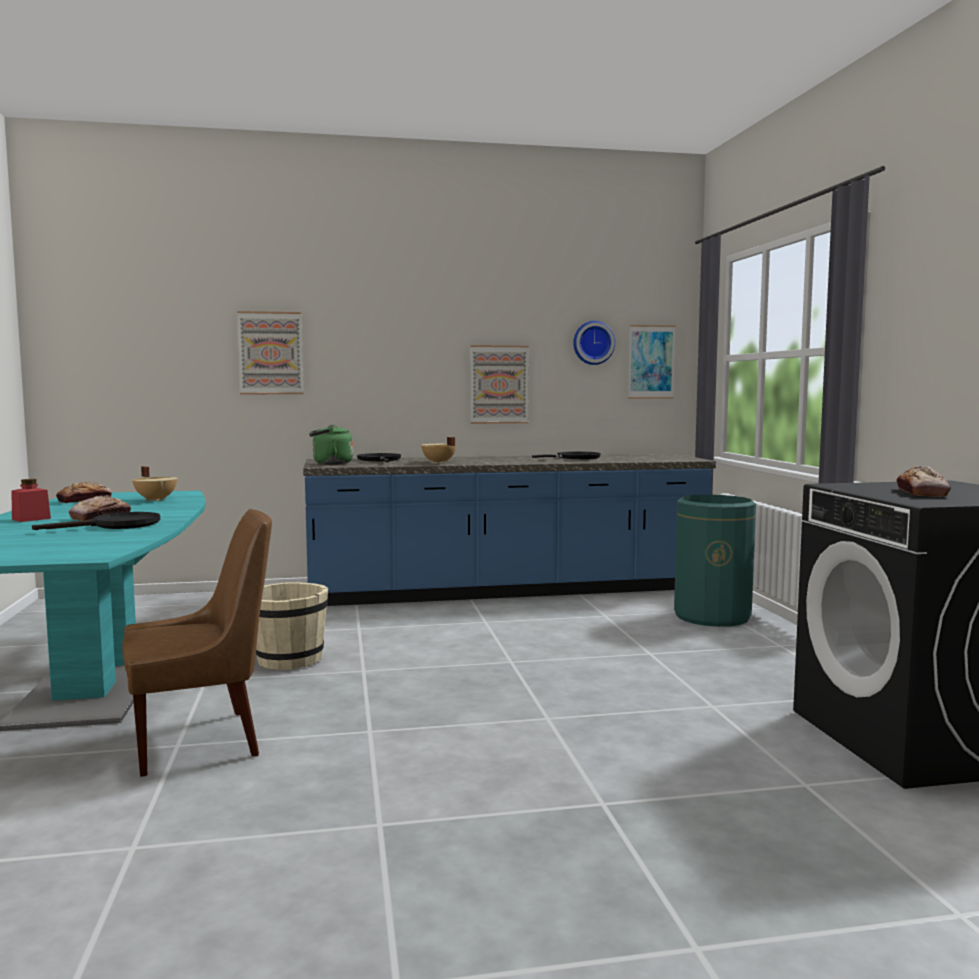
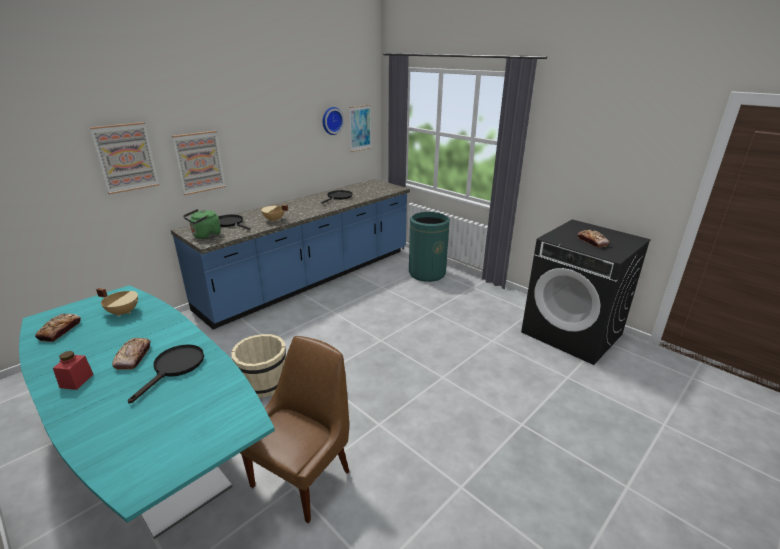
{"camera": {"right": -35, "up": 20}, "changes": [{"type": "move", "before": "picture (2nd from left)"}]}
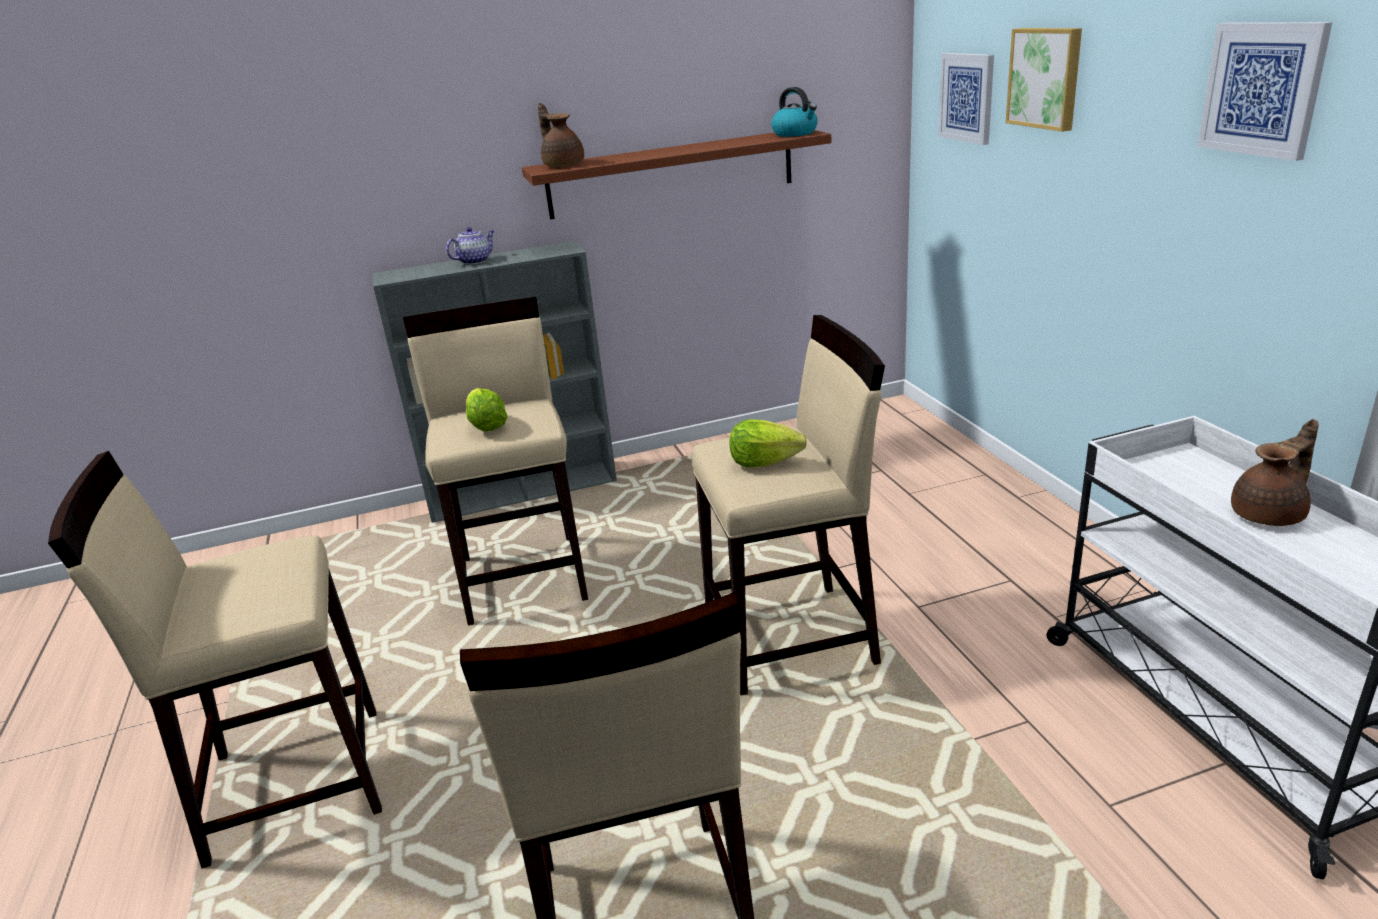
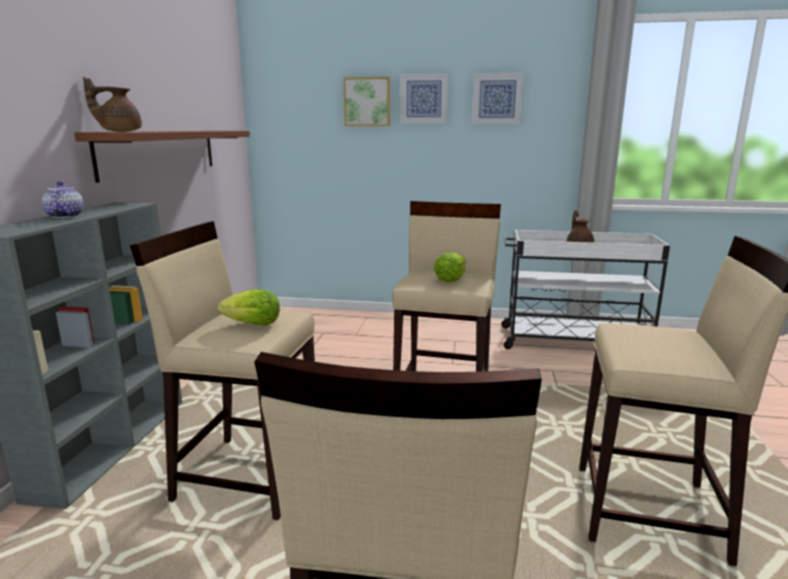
{"camera": {"right": -65, "up": -10}, "changes": [{"type": "move", "before": "picture (1st from left in the first image)", "after": "picture (2nd from left)"}, {"type": "delete", "before": "kettle"}]}
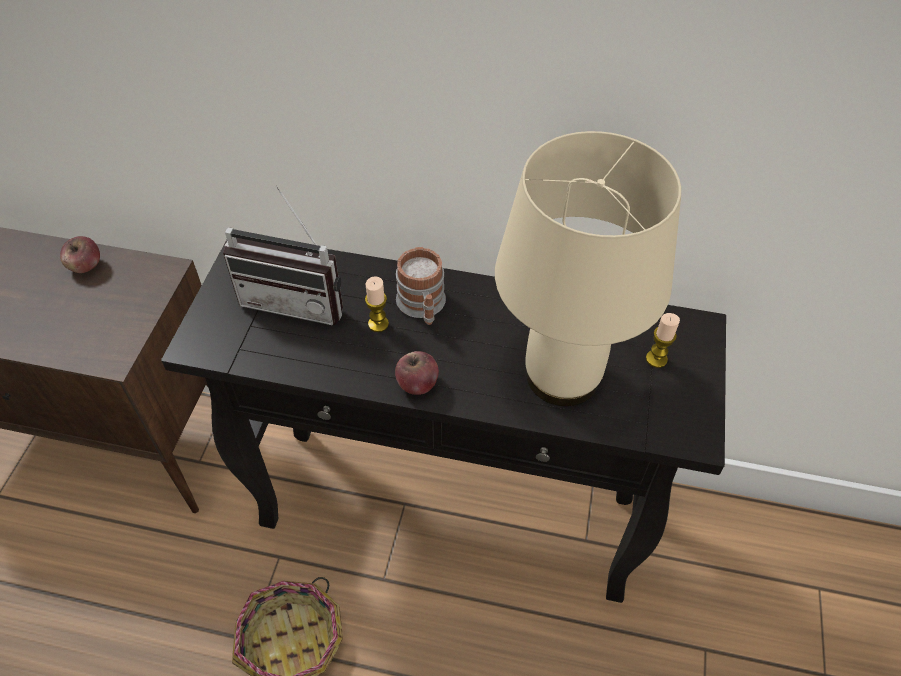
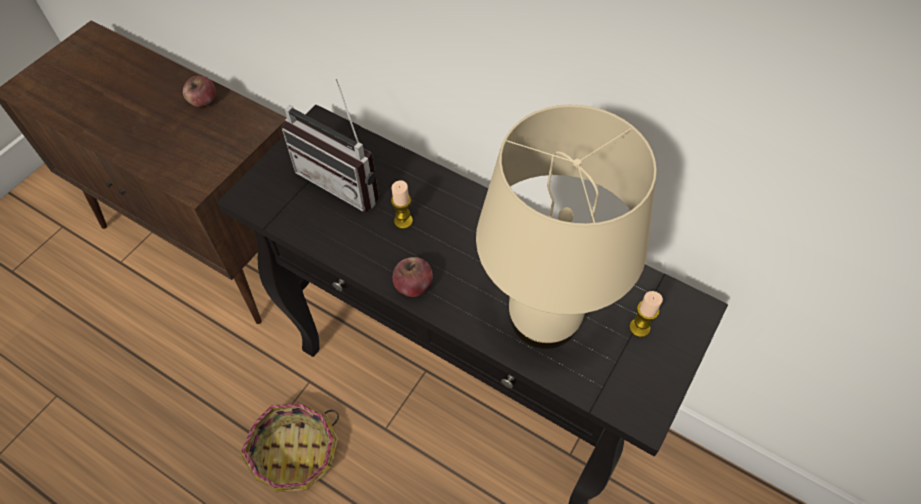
{"camera": {"right": 20, "up": 5}, "changes": [{"type": "delete", "before": "mug"}]}
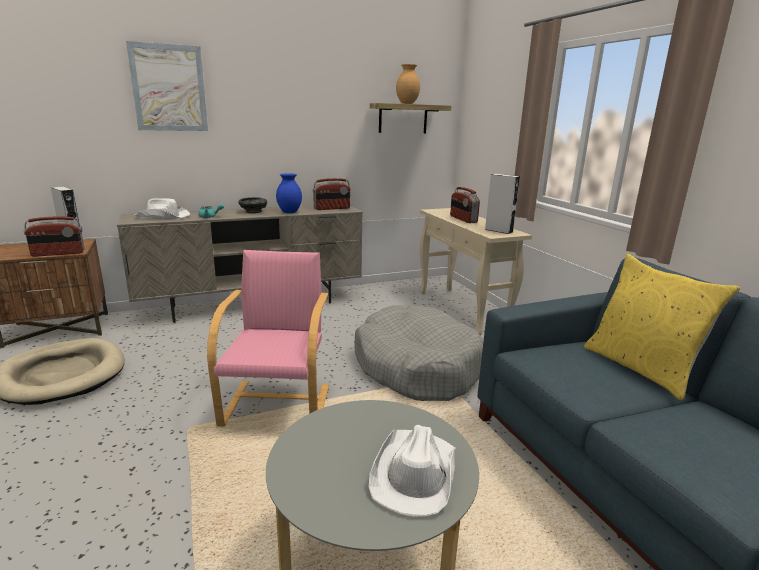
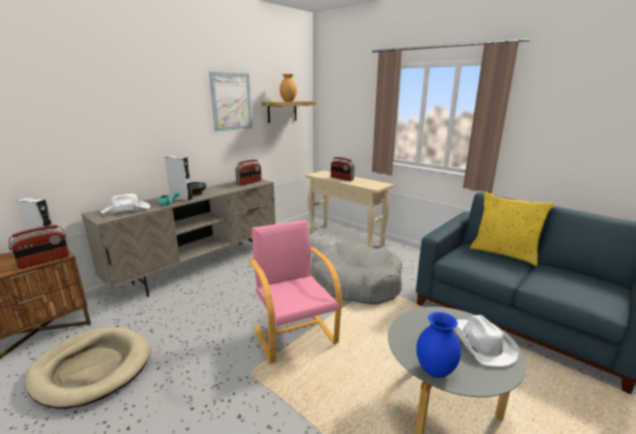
{"camera": {"right": -25, "up": 0}, "changes": [{"type": "move", "before": "grey speaker (2nd from left)"}, {"type": "move", "before": "picture"}, {"type": "move", "before": "blue vase"}]}
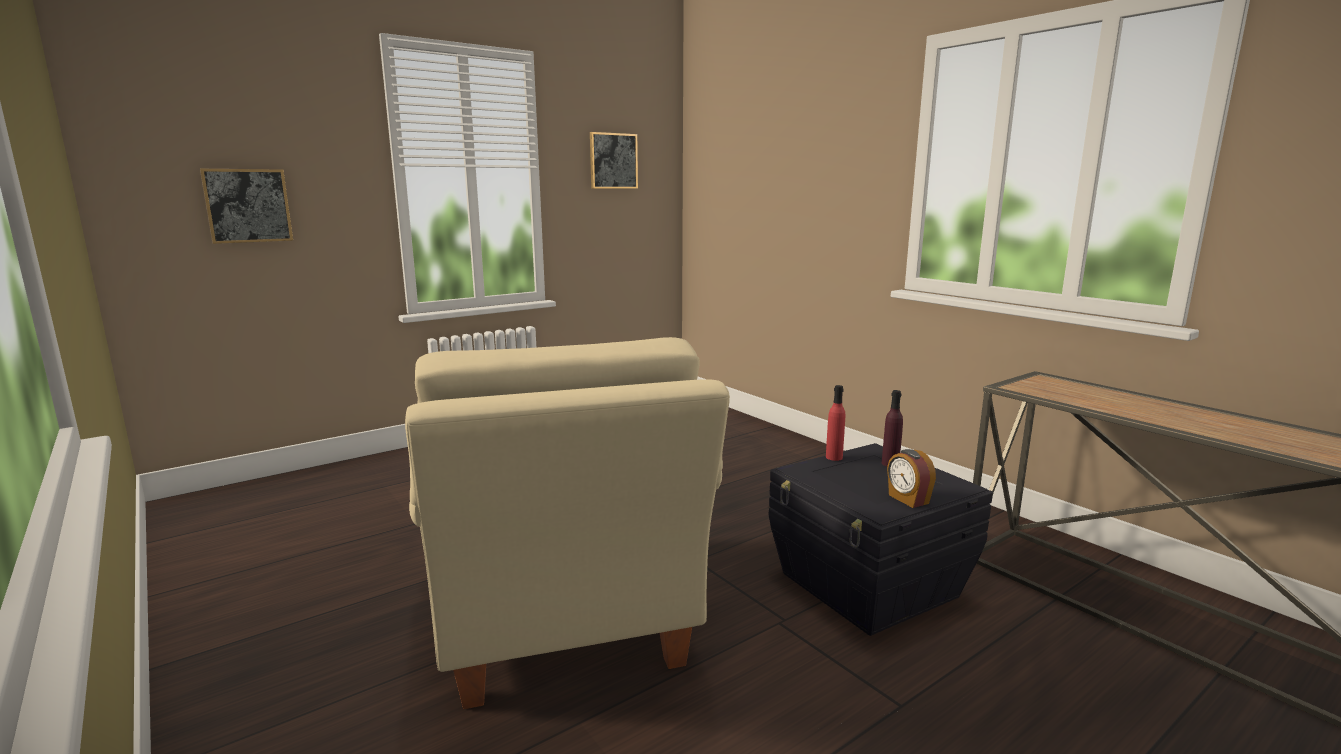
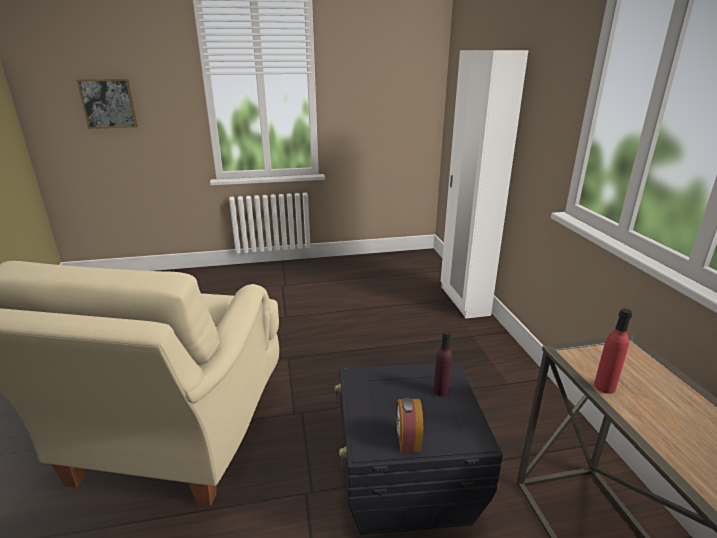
{"camera": {"right": 25, "up": 10}, "changes": [{"type": "insert", "after": "white wardrobe"}, {"type": "move", "before": "red bottle"}, {"type": "delete", "before": "picture (2nd from left)"}]}
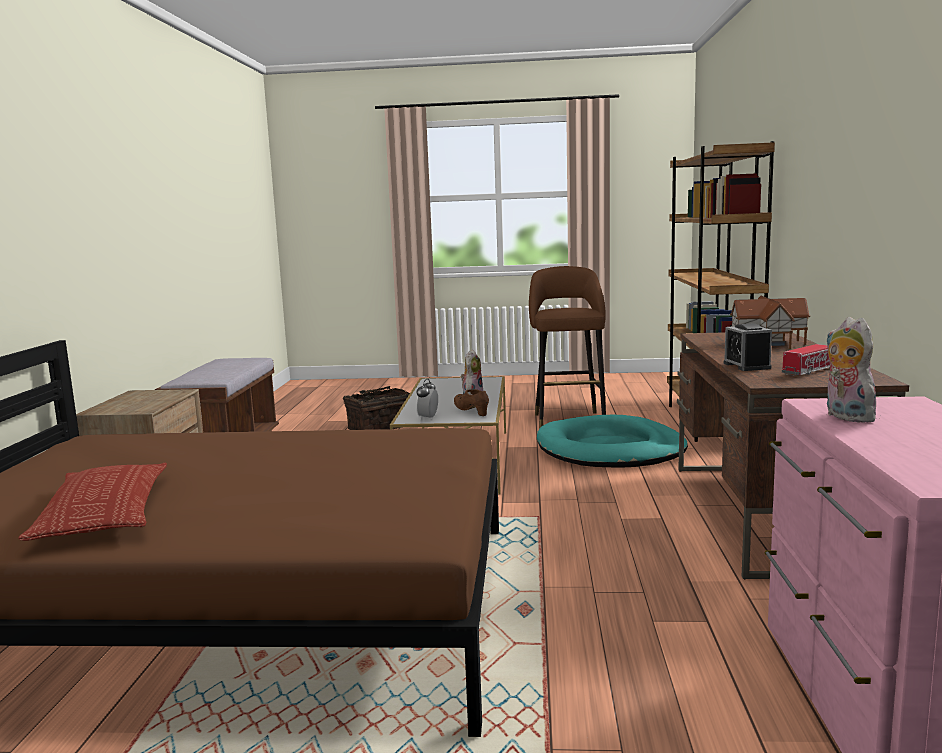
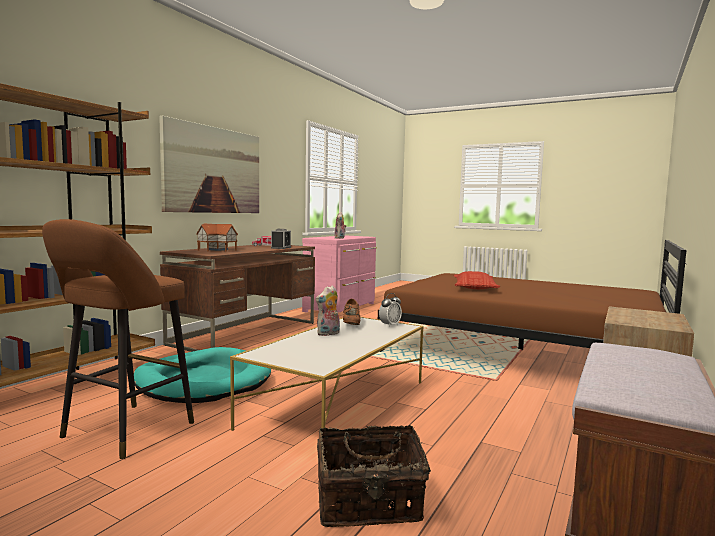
{"camera": {"right": -155, "up": -5}, "changes": [{"type": "insert", "after": "picture"}, {"type": "move", "before": "pillow"}]}
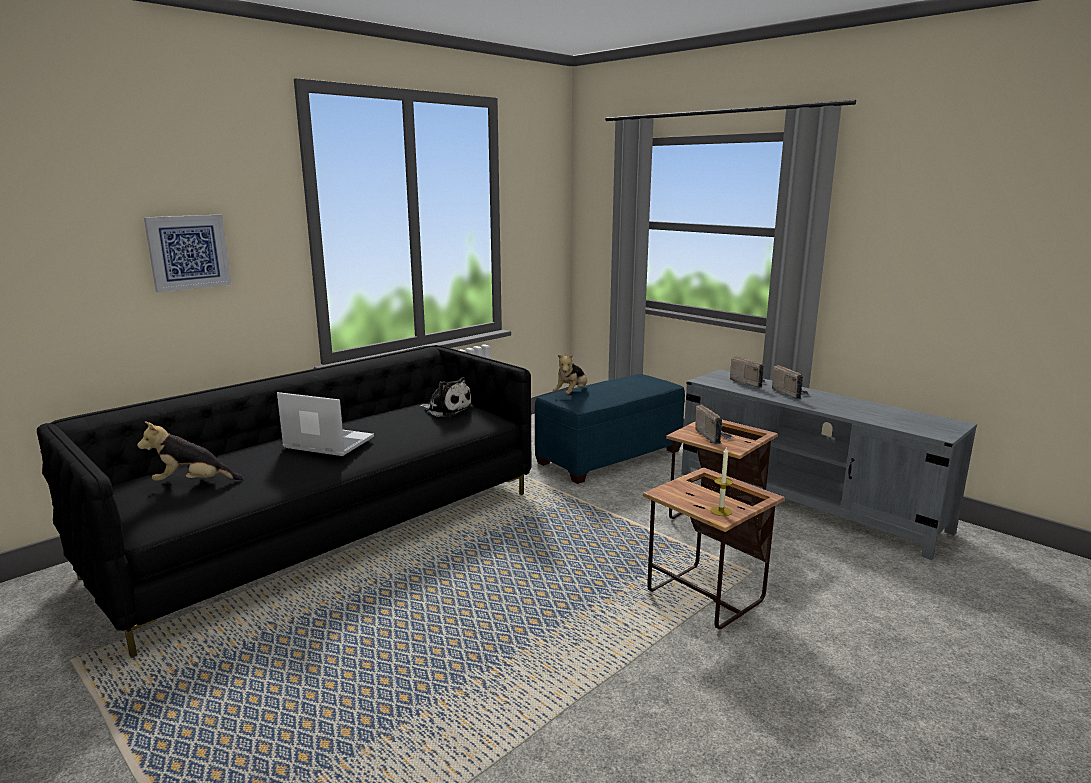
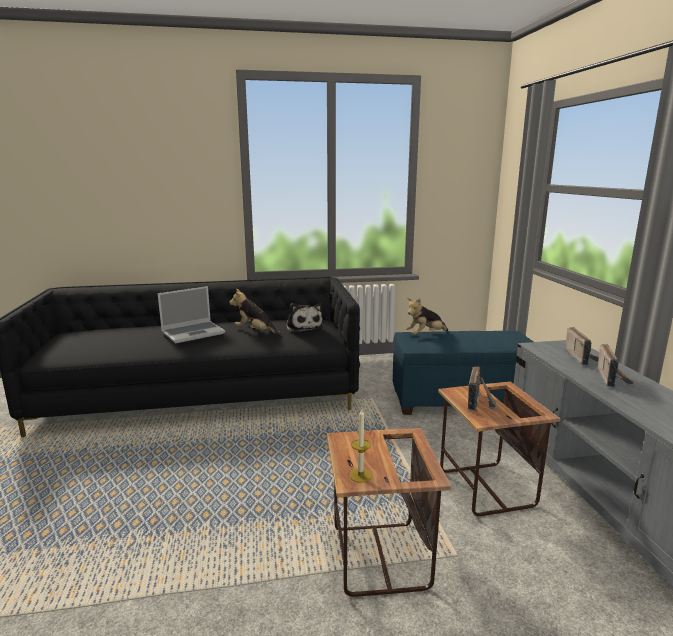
{"camera": {"right": 35, "up": 0}, "changes": [{"type": "rotate", "before": "laptop", "turn": 90}, {"type": "move", "before": "plush toy (1st from left)"}, {"type": "delete", "before": "picture"}]}
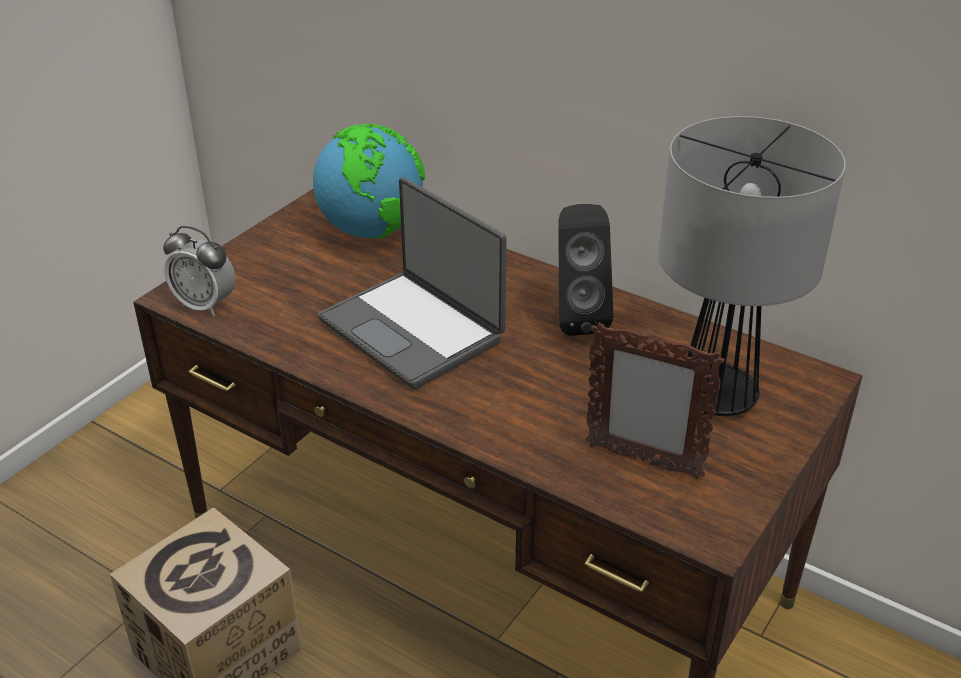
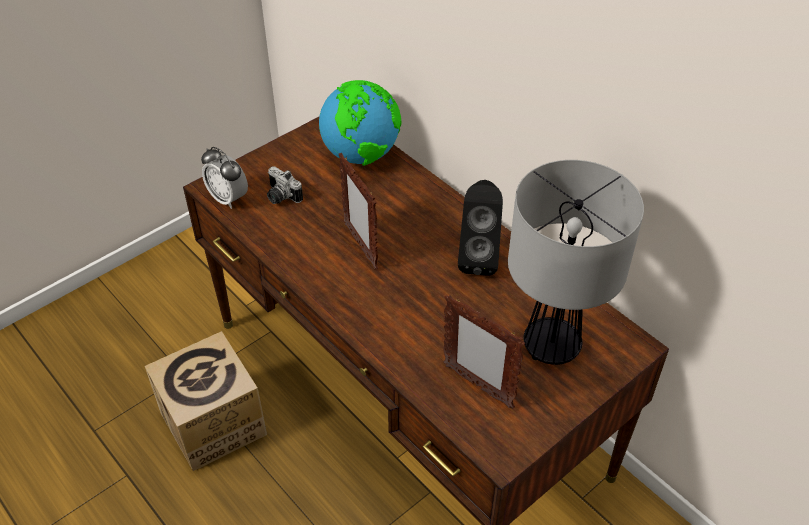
{"camera": {"right": 15, "up": 10}, "changes": [{"type": "insert", "after": "photo camera"}, {"type": "replace", "before": "laptop", "after": "picture frame (1st from left)"}]}
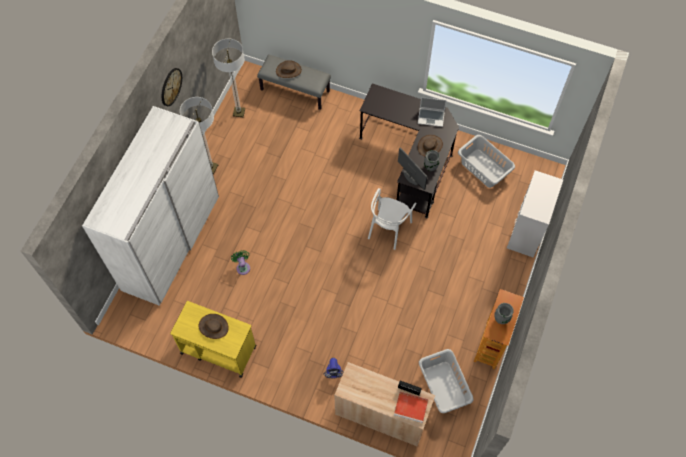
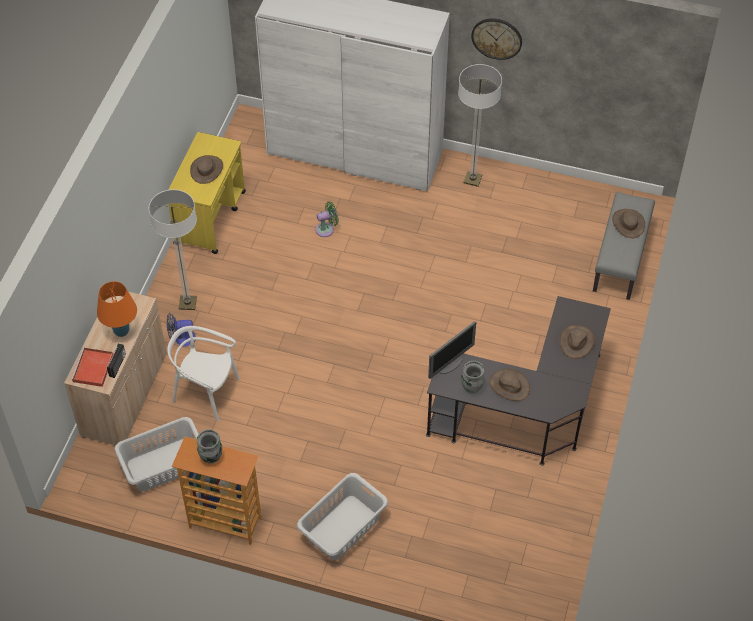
{"camera": {"right": 85, "up": -10}, "changes": [{"type": "insert", "after": "orange table lamp"}, {"type": "move", "before": "floor lamp (2nd from left in the first image)", "after": "floor lamp (1st from left)"}, {"type": "move", "before": "white chair"}, {"type": "move", "before": "grey laundry basket (2nd from left)"}, {"type": "insert", "after": "brown hat (3rd from left)"}, {"type": "delete", "before": "laptop"}, {"type": "delete", "before": "white dresser"}]}
